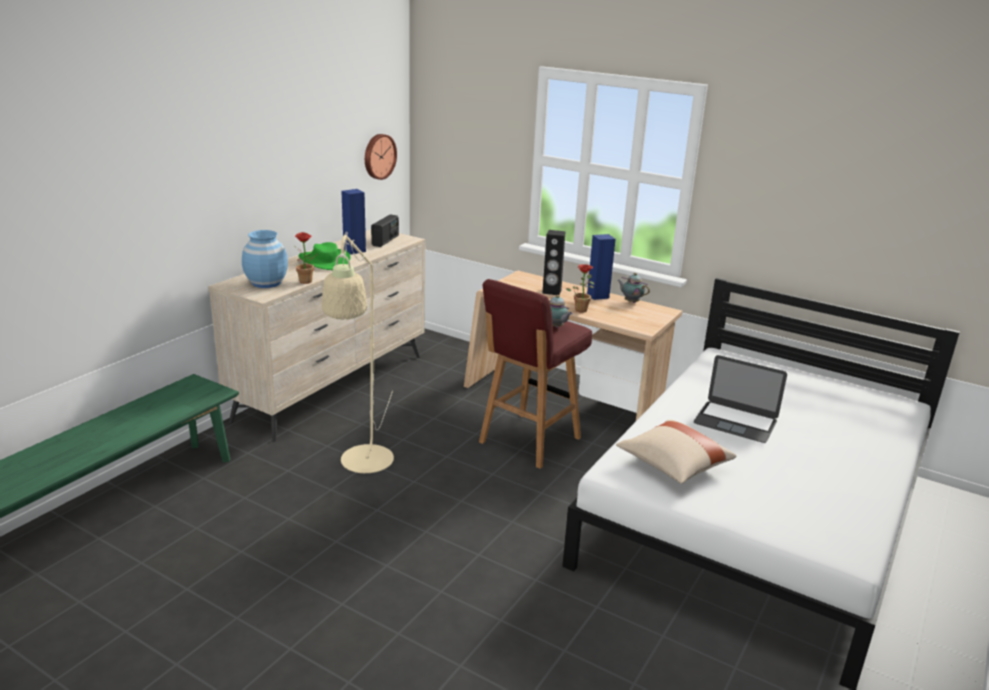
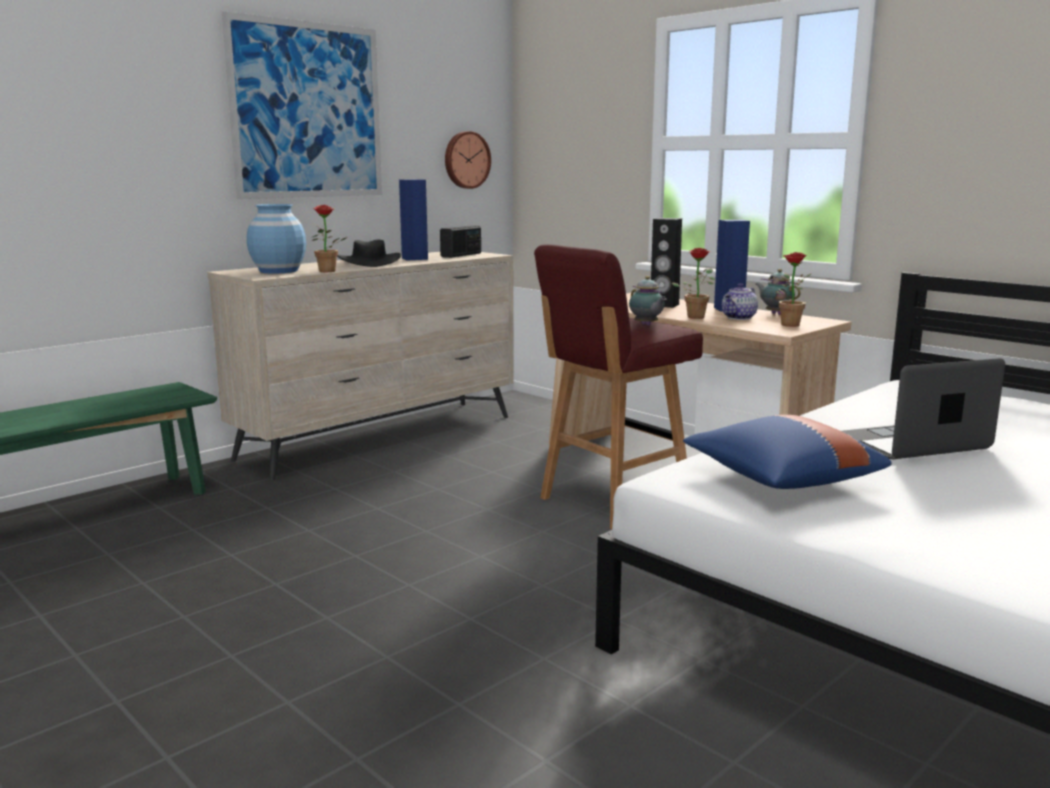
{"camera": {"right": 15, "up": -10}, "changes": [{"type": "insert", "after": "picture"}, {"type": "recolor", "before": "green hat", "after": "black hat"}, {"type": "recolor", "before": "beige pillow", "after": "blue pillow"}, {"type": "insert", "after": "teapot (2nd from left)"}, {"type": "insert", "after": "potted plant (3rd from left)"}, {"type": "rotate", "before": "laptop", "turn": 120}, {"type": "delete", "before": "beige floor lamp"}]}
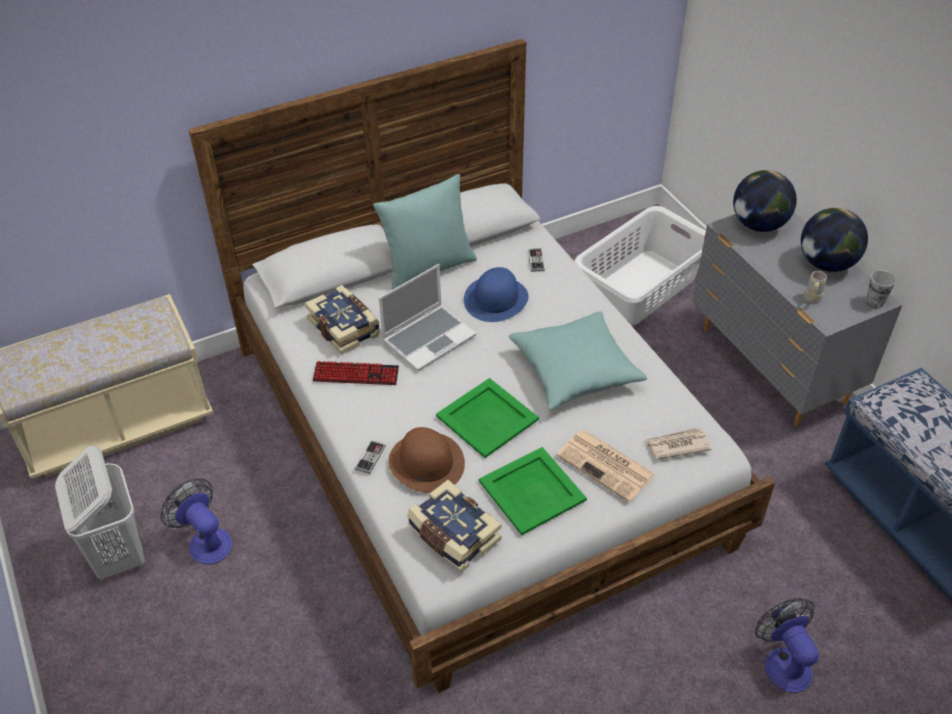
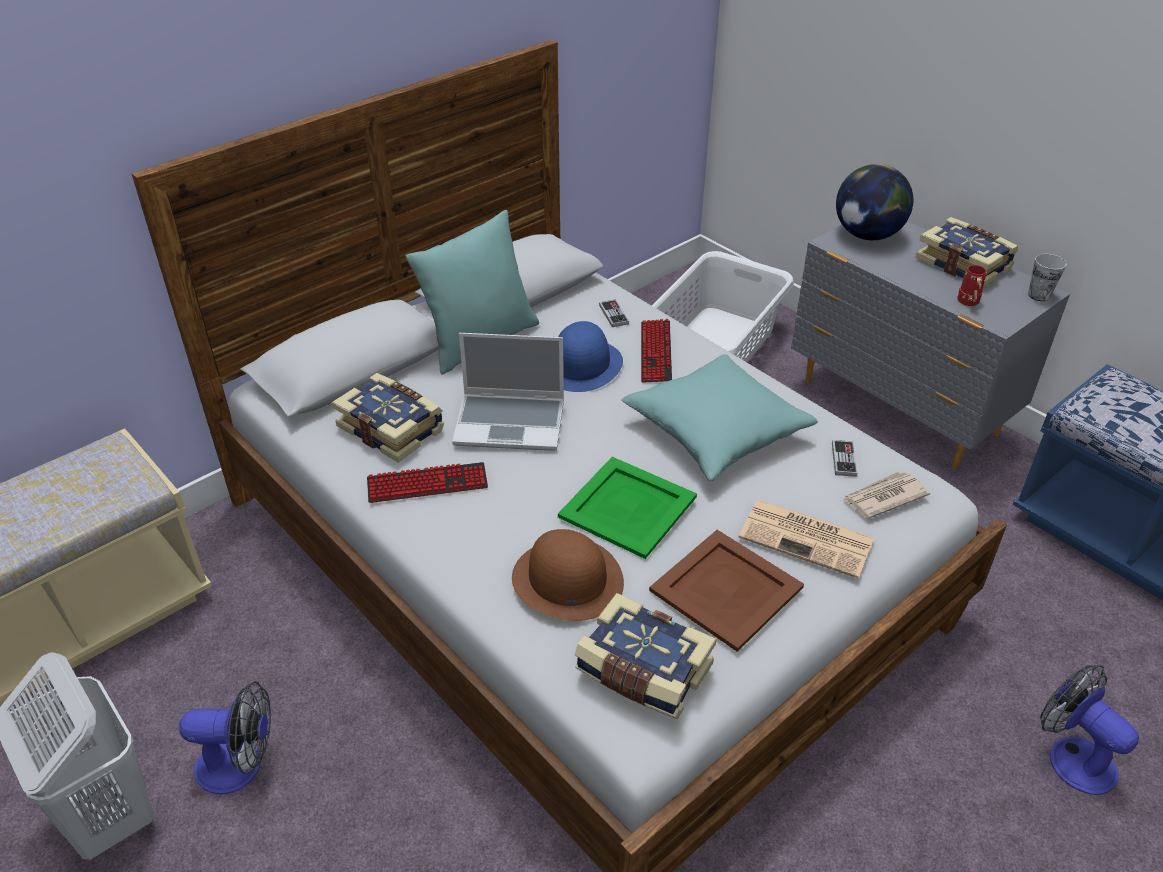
{"camera": {"right": -15, "up": -5}, "changes": [{"type": "rotate", "before": "fan (1st from left)", "turn": 150}, {"type": "rotate", "before": "laptop", "turn": 60}, {"type": "insert", "after": "keyboard (2nd from left)"}, {"type": "recolor", "before": "green tray (2nd from left)", "after": "brown tray"}, {"type": "move", "before": "game controller (1st from left in the first image)", "after": "game controller (2nd from left)"}, {"type": "replace", "before": "globe (2nd from left)", "after": "book (3rd from left)"}, {"type": "recolor", "before": "beige mug", "after": "red mug"}]}
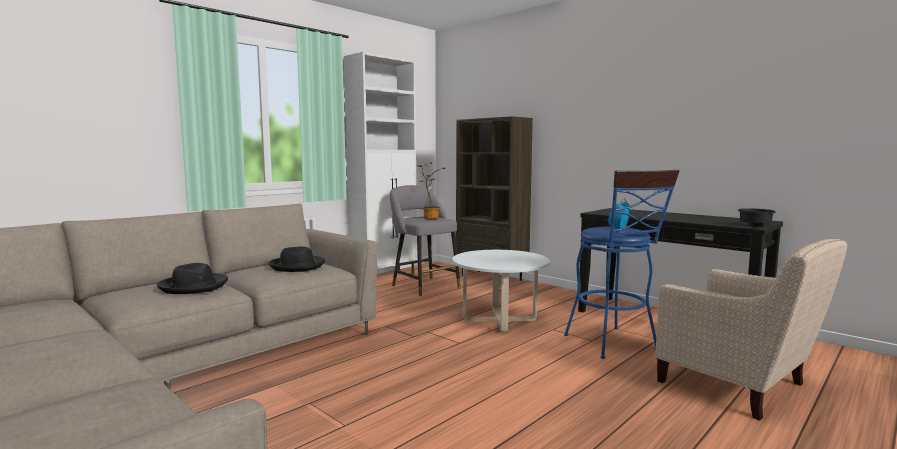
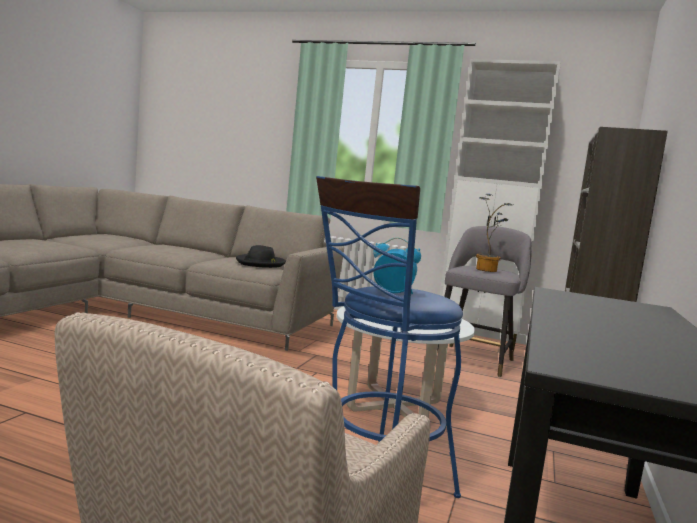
{"camera": {"right": 65, "up": 0}, "changes": [{"type": "delete", "before": "black hat (1st from left)"}, {"type": "delete", "before": "black bowl"}]}
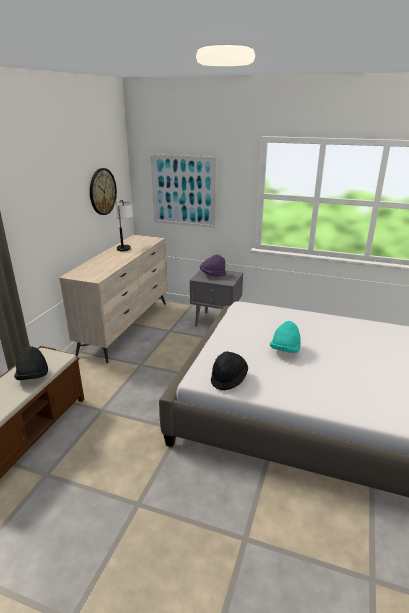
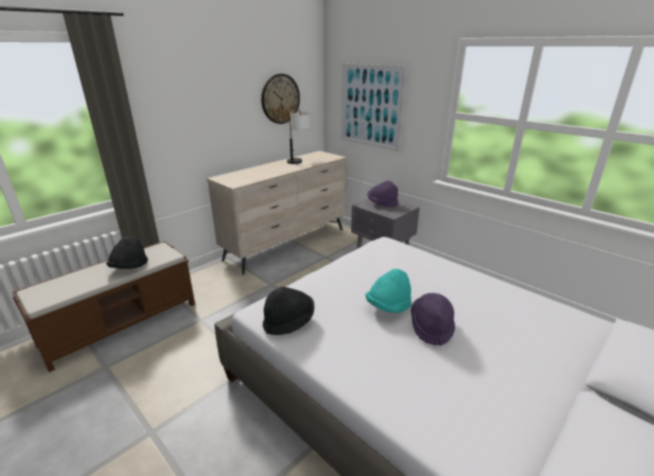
{"camera": {"right": 25, "up": 0}, "changes": [{"type": "insert", "after": "purple hat (2nd from left)"}]}
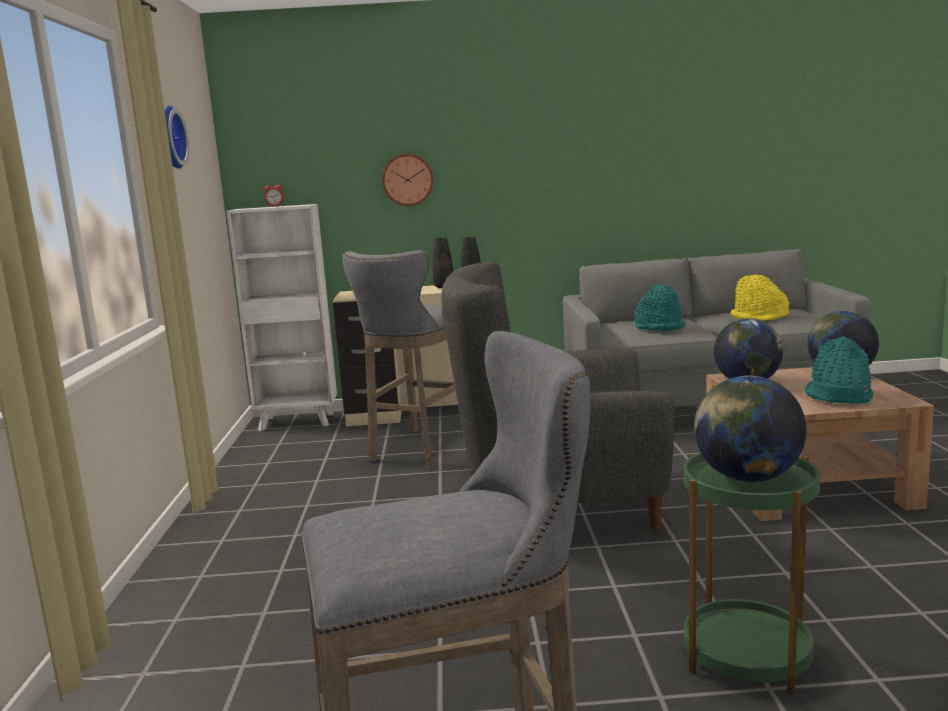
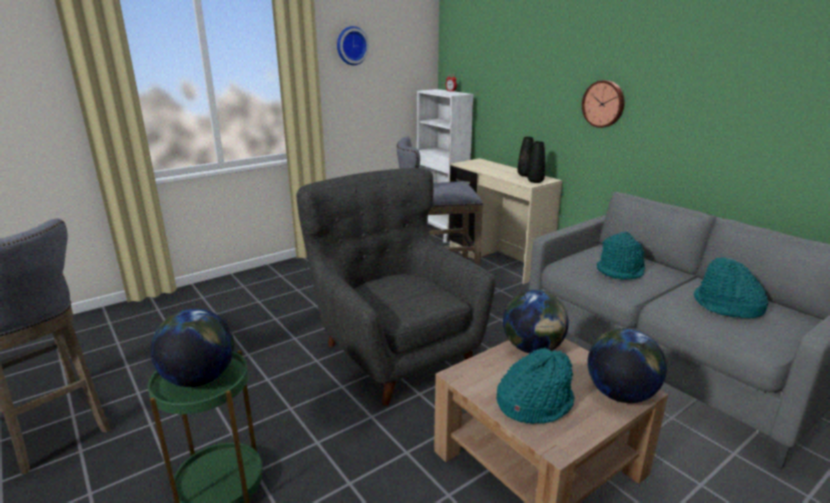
{"camera": {"right": 55, "up": 10}, "changes": [{"type": "move", "before": "wall clock (2nd from left)"}, {"type": "recolor", "before": "yellow hat", "after": "turquoise hat (3rd from left)"}]}
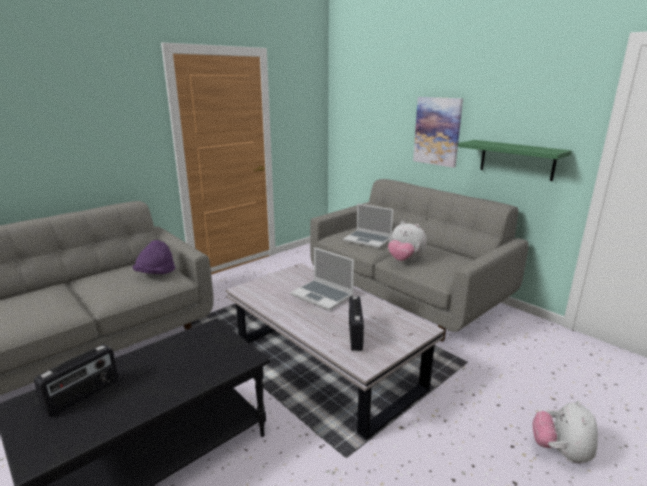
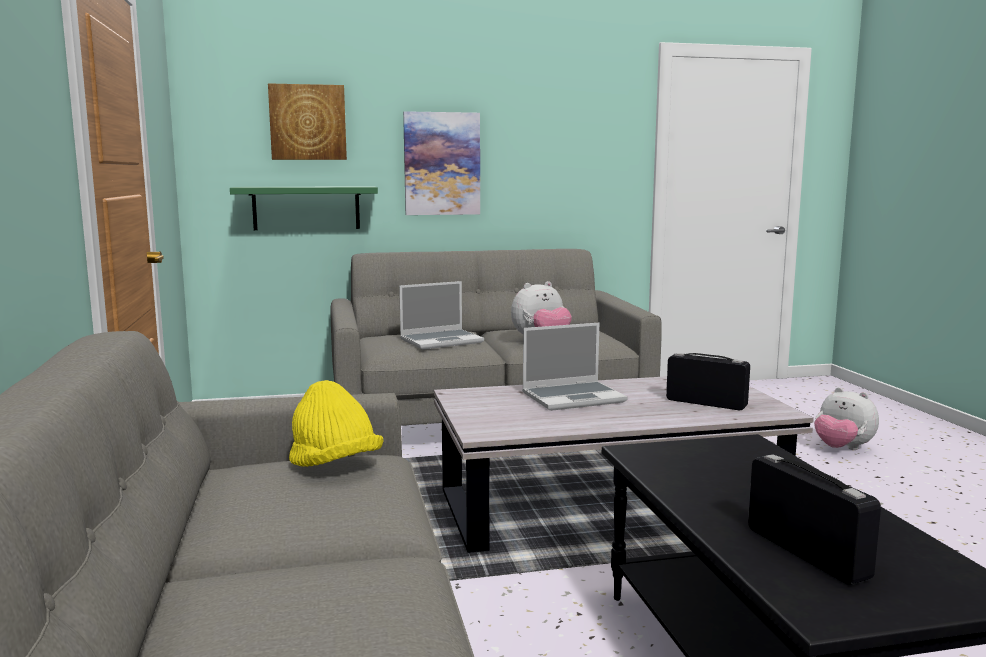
{"camera": {"right": -60, "up": -10}, "changes": [{"type": "move", "before": "green shelf"}, {"type": "insert", "after": "picture (1st from left)"}, {"type": "recolor", "before": "purple hat", "after": "yellow hat"}]}
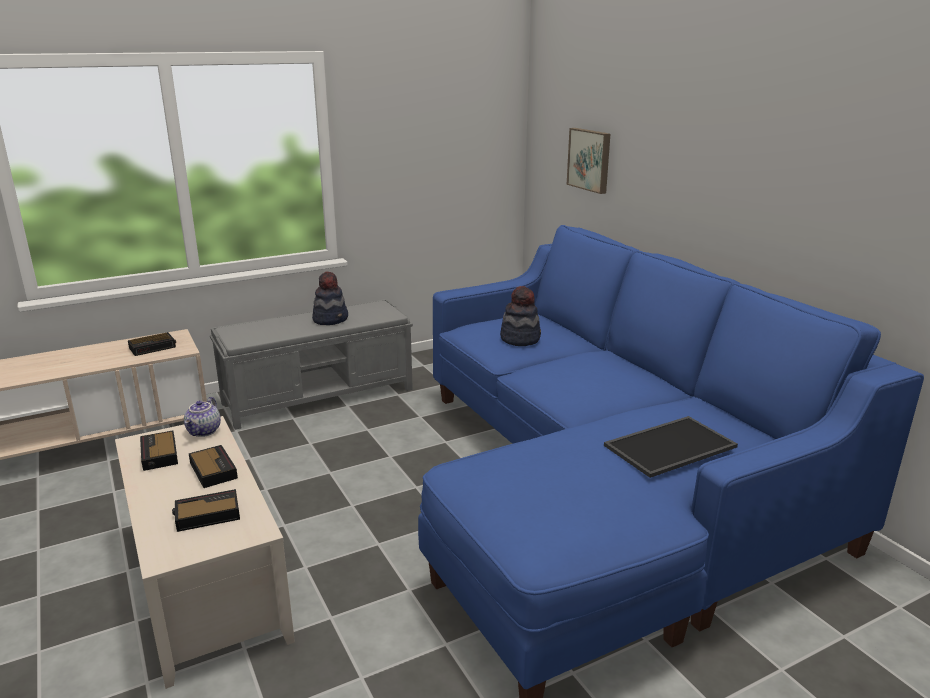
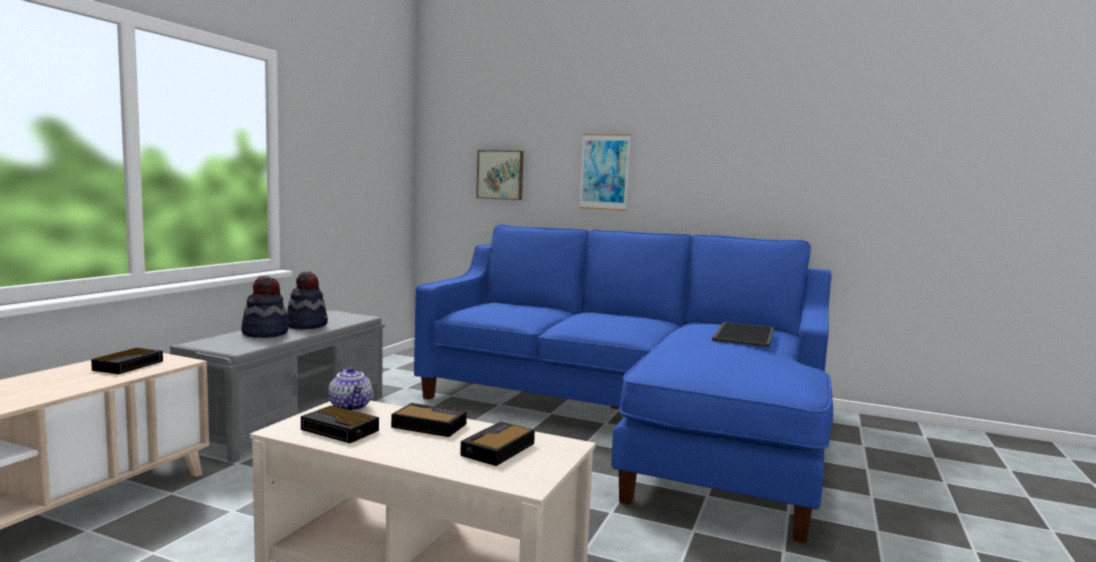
{"camera": {"right": -40, "up": -15}, "changes": [{"type": "move", "before": "hat (2nd from left in the first image)", "after": "hat (1st from left)"}, {"type": "insert", "after": "picture (2nd from left)"}]}
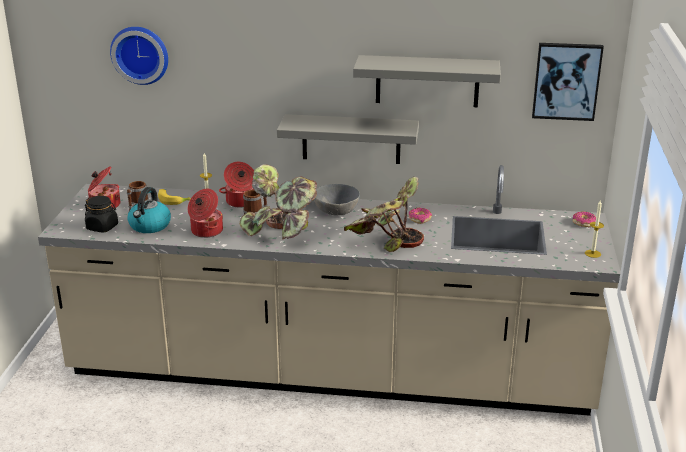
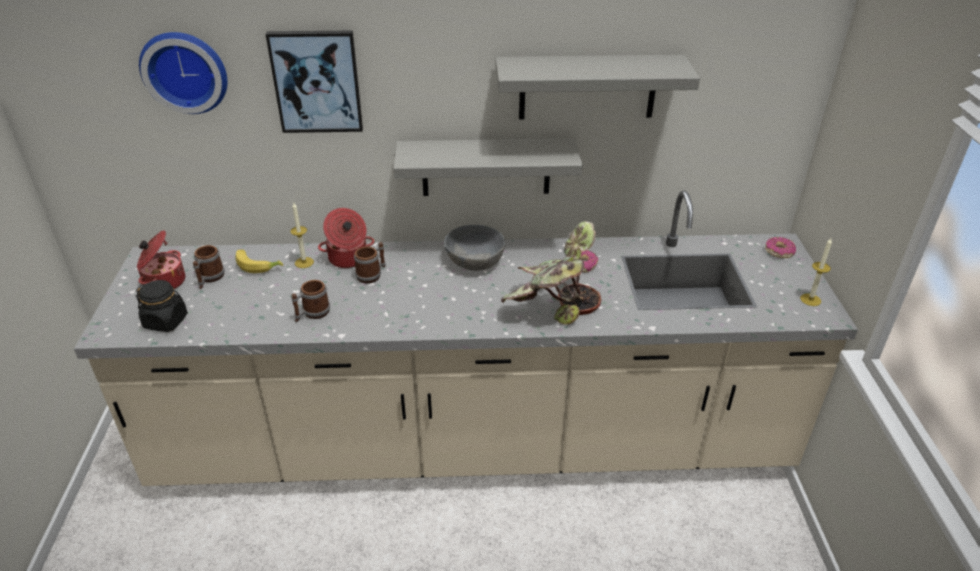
{"camera": {"right": -10, "up": 10}, "changes": [{"type": "move", "before": "picture"}, {"type": "replace", "before": "cooking pot (2nd from left)", "after": "mug (2nd from left)"}, {"type": "delete", "before": "kettle"}, {"type": "delete", "before": "potted plant (1st from left)"}]}
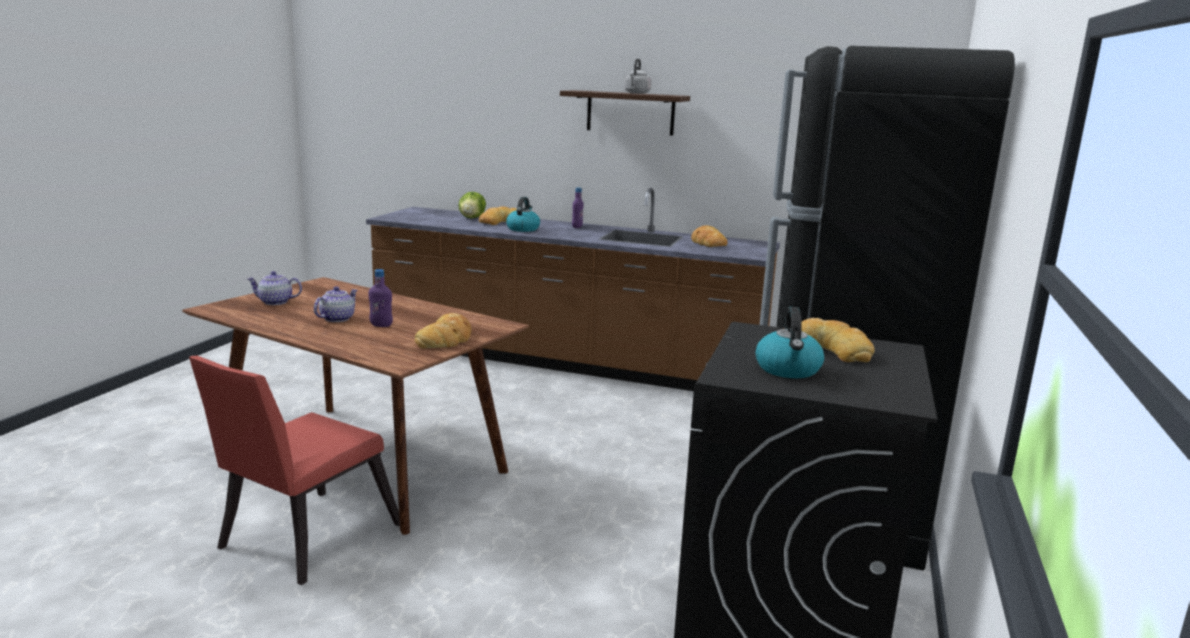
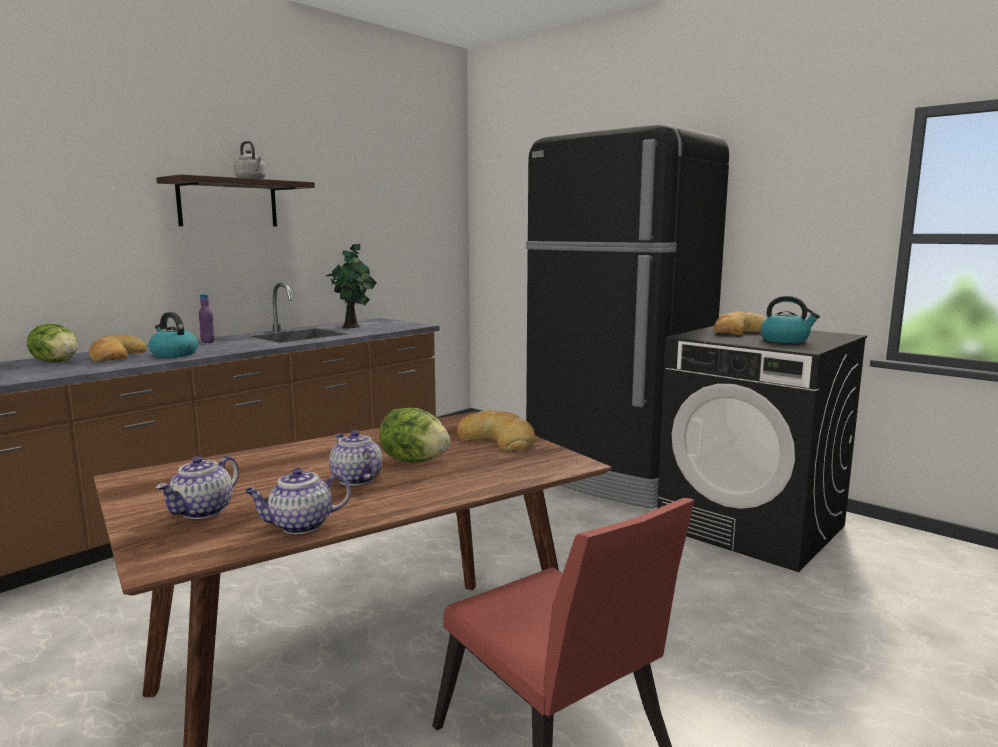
{"camera": {"right": -65, "up": -5}, "changes": [{"type": "insert", "after": "teapot (2nd from left)"}, {"type": "replace", "before": "bread (3rd from left)", "after": "potted plant"}, {"type": "replace", "before": "purple bottle (1st from left)", "after": "lettuce (2nd from left)"}]}
